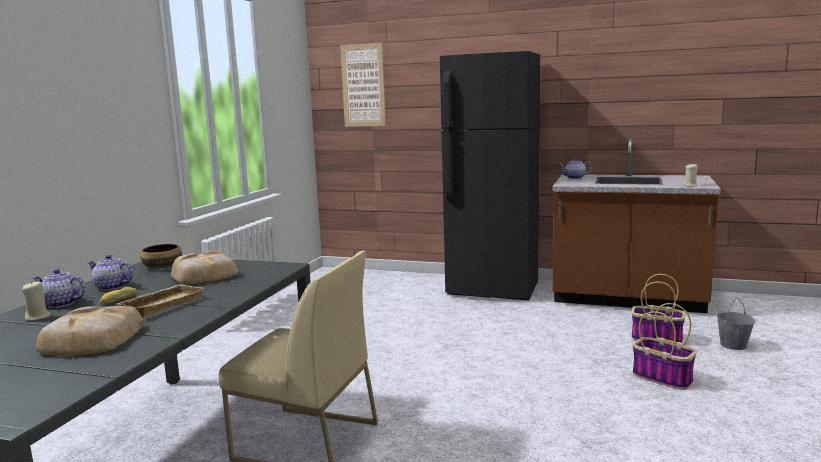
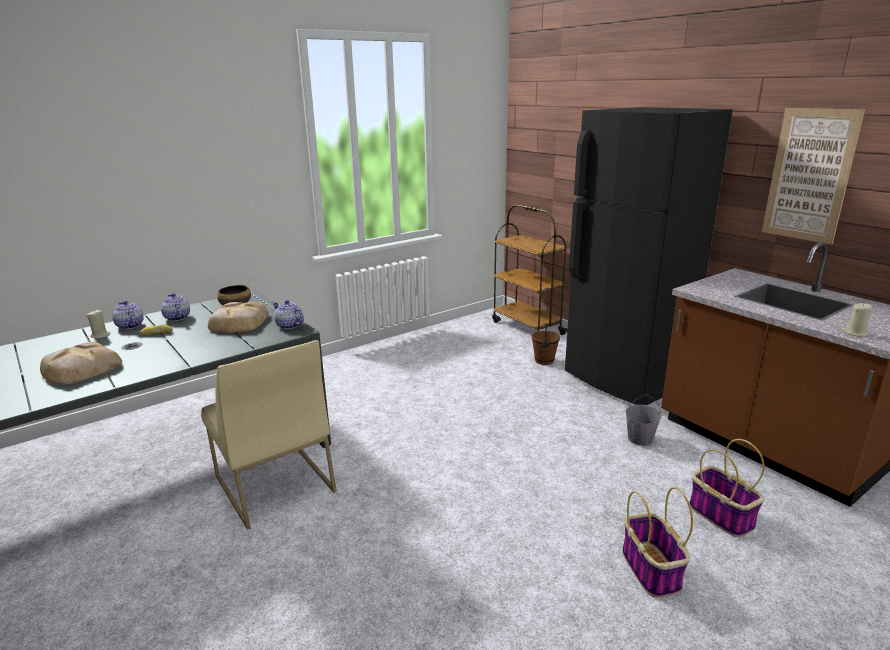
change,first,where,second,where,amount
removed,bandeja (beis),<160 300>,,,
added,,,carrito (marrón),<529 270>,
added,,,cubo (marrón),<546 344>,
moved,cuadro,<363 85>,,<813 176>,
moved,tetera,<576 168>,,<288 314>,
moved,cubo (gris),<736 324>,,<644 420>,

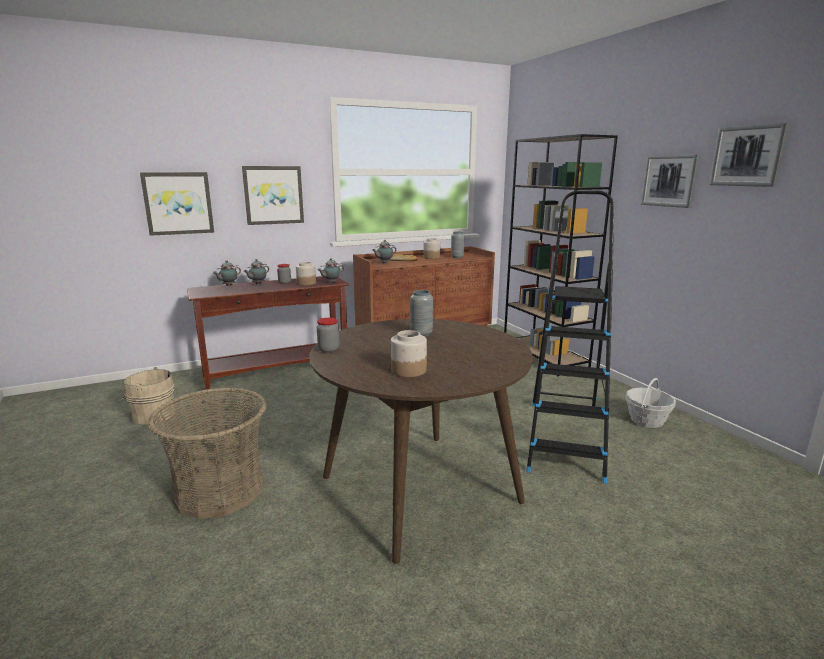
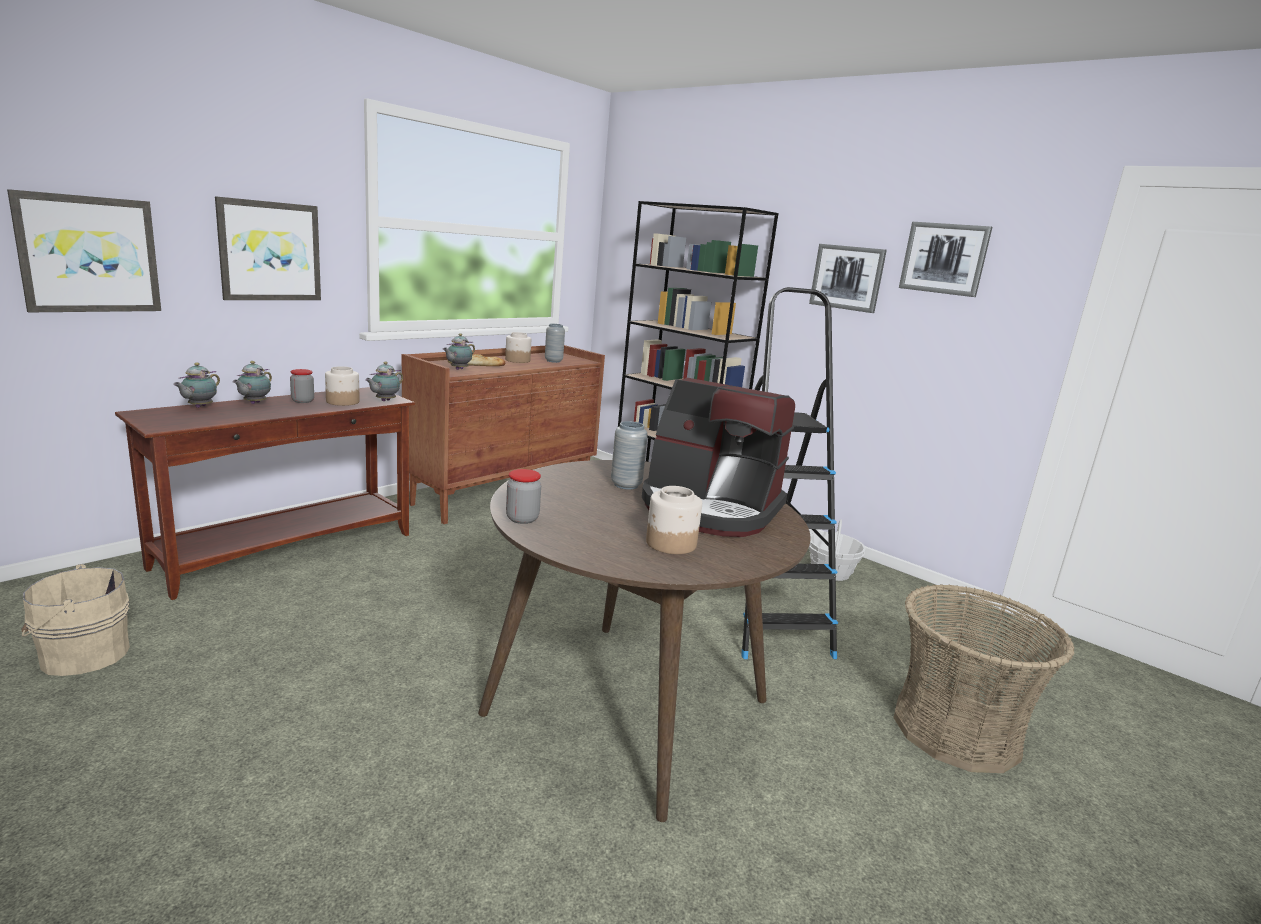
change,first,where,second,where,amount
added,,,cafetera,<718 457>,
moved,cesta,<207 453>,,<983 678>,

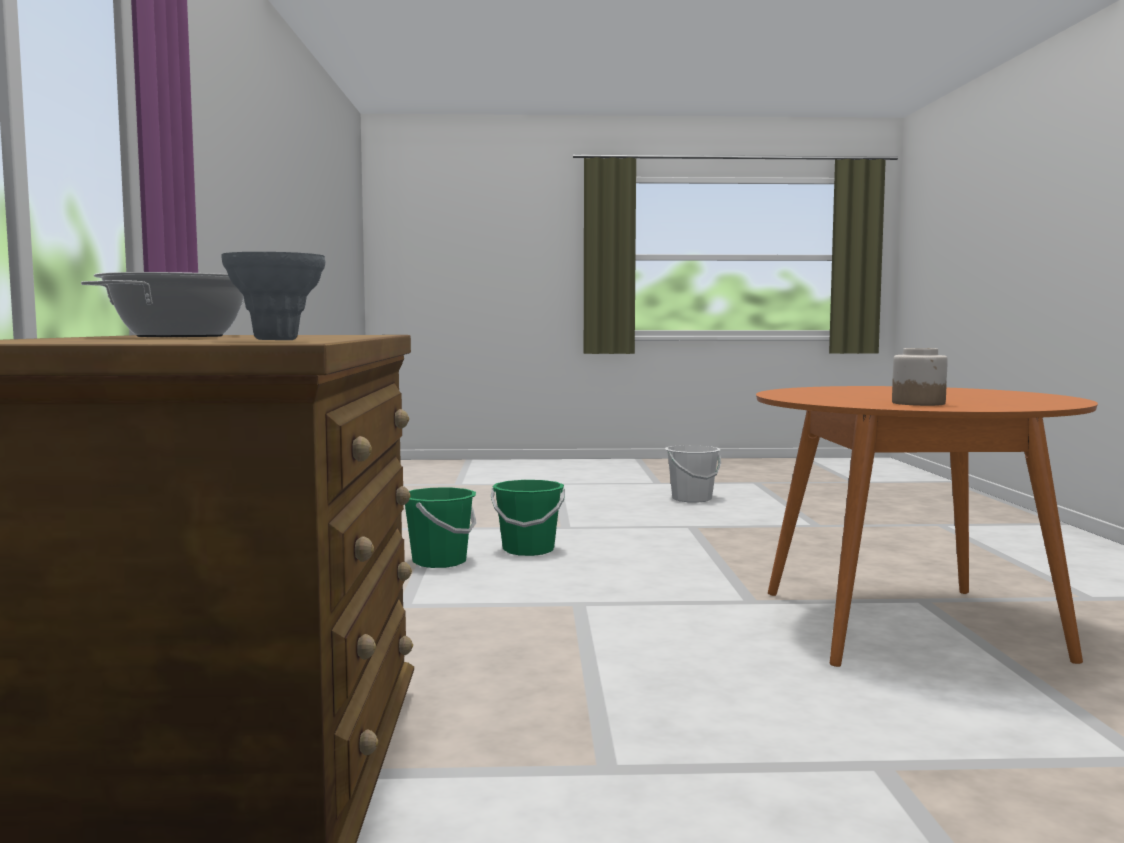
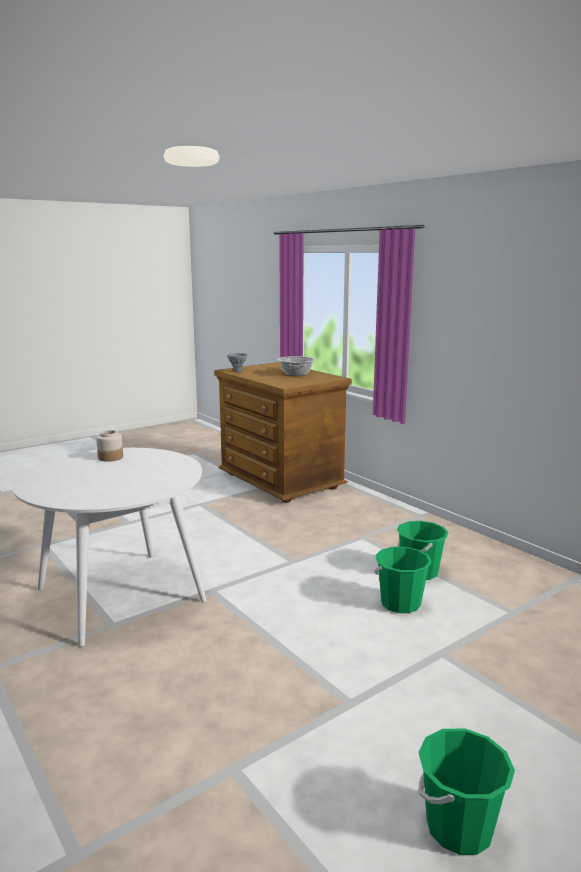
change,first,where,second,where,amount
recoloured,cubo (blanco),<693 474>,cubo (verde),<466 792>,
recoloured,mesa de comedor (naranja),<927 526>,mesa de comedor (blanco),<109 547>,

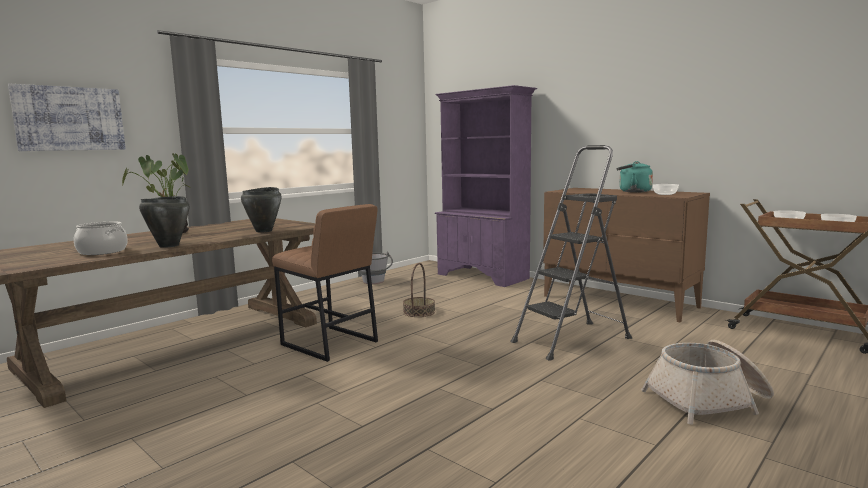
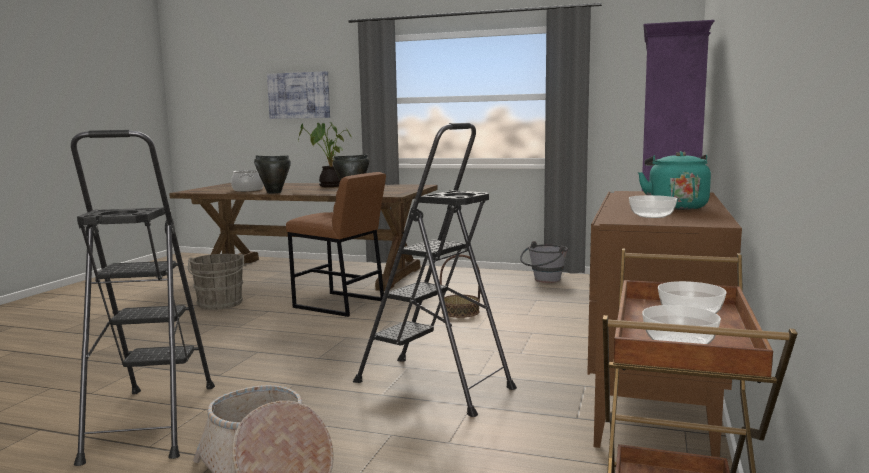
change,first,where,second,where,amount
added,,,escalera de tijera,<143 298>,
added,,,cubo (gris),<216 282>,
turned,silla (marrón),<325 283>,,<336 244>,75 degrees counterclockwise

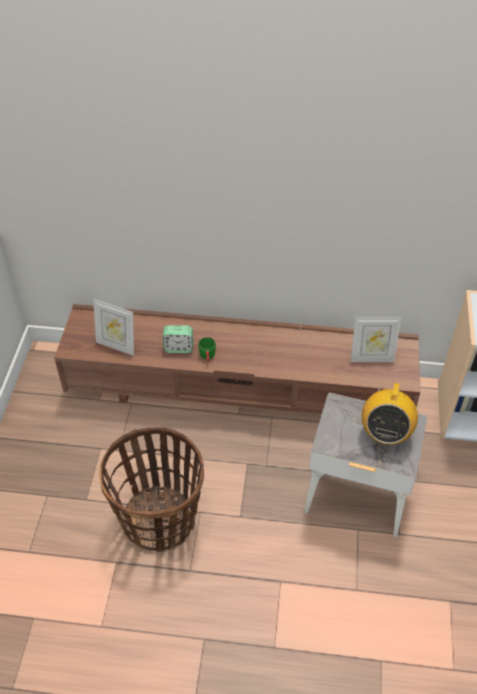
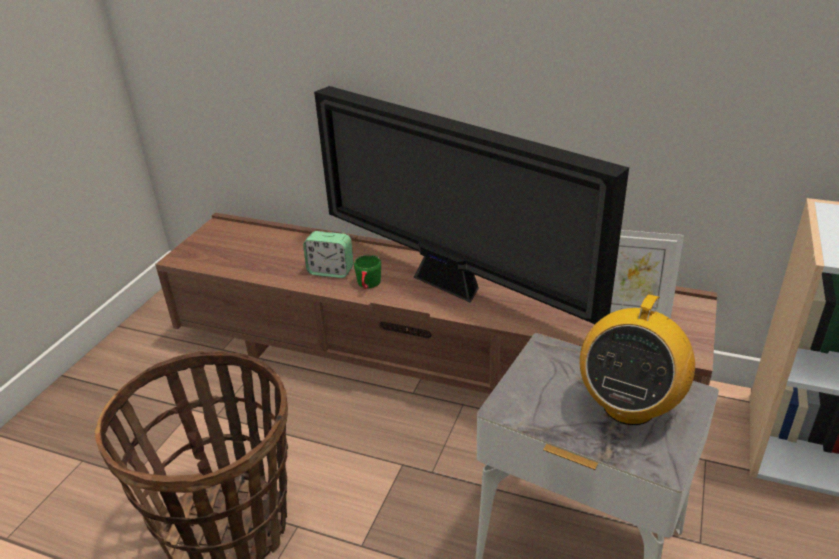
change,first,where,second,where,amount
removed,portarretratos,<113 327>,,,
added,,,televisor,<471 205>,

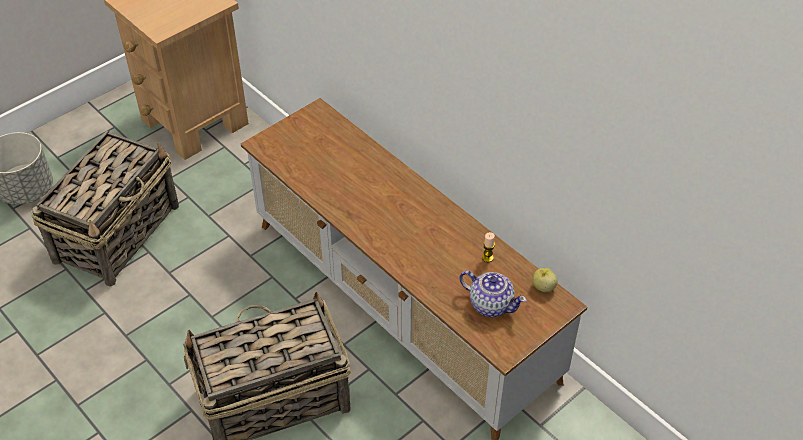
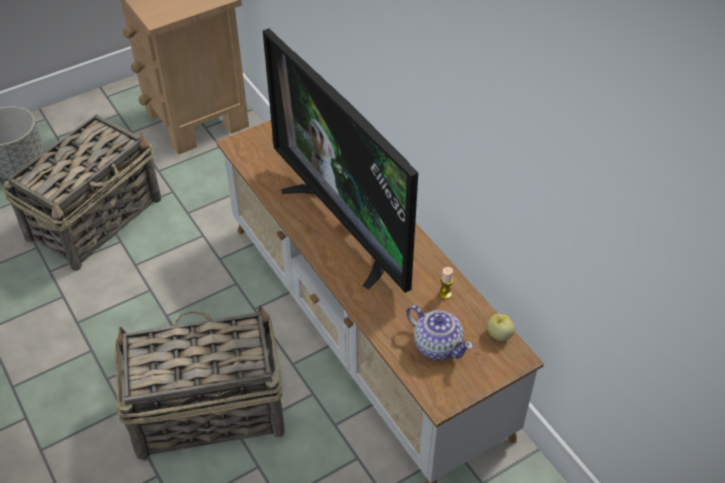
change,first,where,second,where,amount
added,,,televisor,<340 160>,

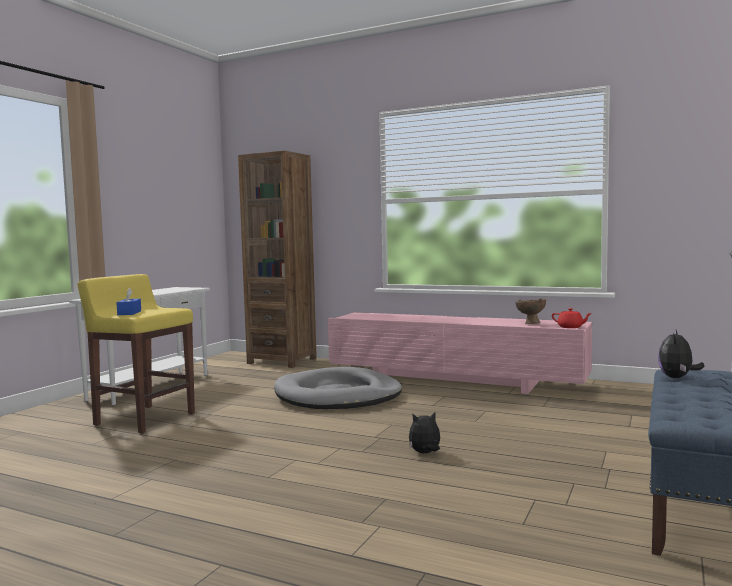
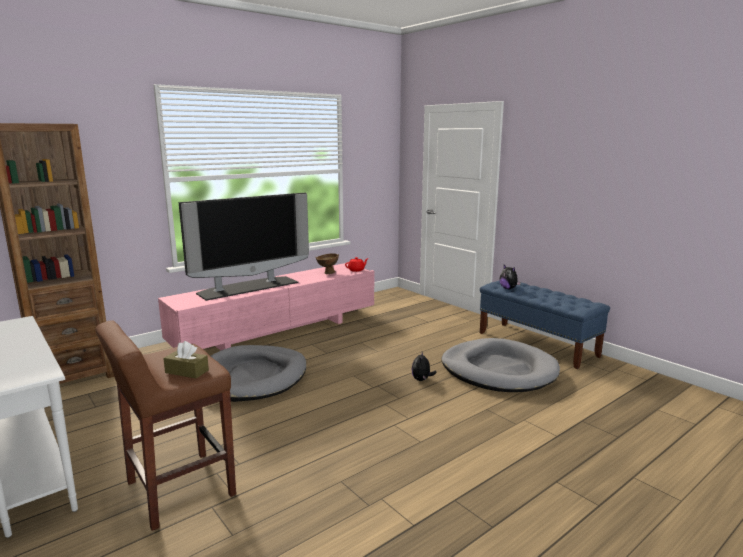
change,first,where,second,where,amount
added,,,televisor,<243 247>,
added,,,cama para perro (gris),<500 365>,
recoloured,taburete (amarillo),<136 354>,taburete (marrón),<166 425>,
recoloured,caja de pañuelos (azul),<128 301>,caja de pañuelos (marrón),<186 360>,

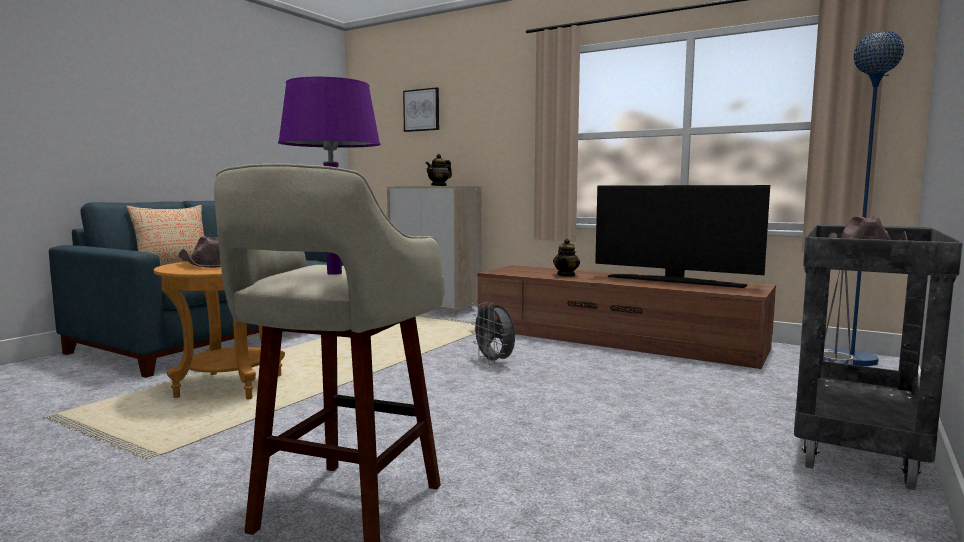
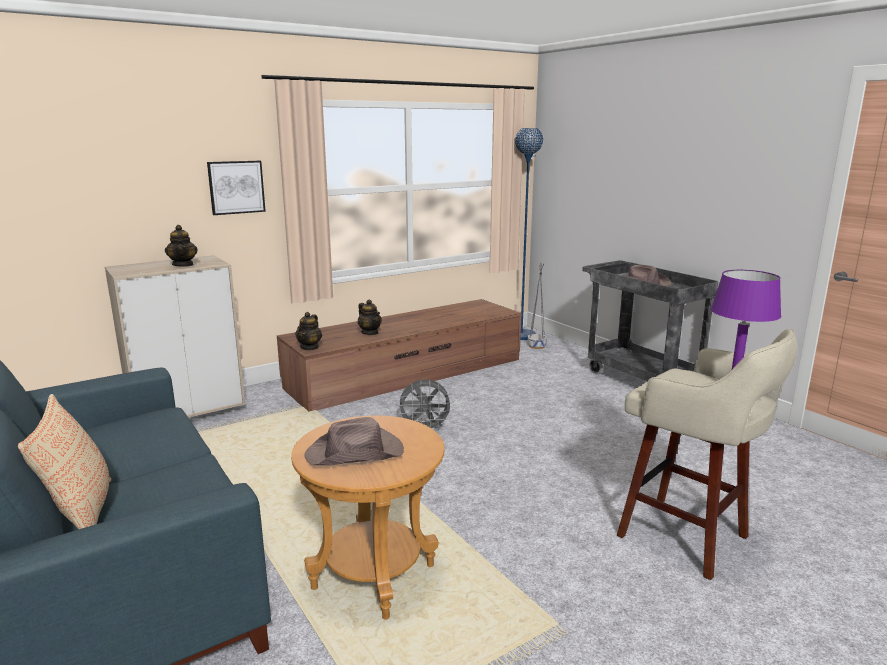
change,first,where,second,where,amount
removed,televisor,<682 236>,,,
added,,,tetera,<308 331>,
moved,cuadro,<421 109>,,<236 188>,

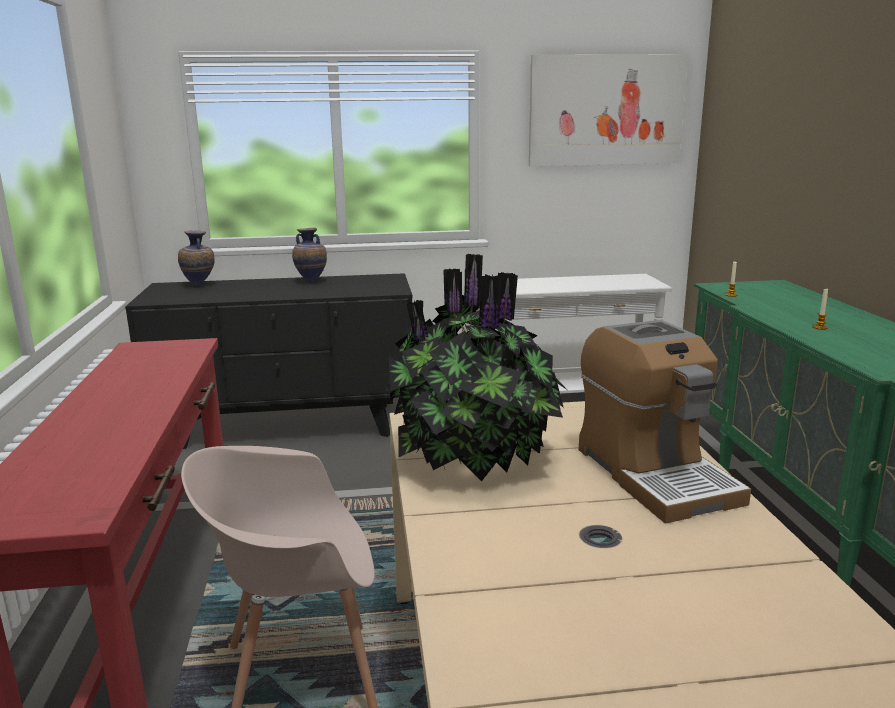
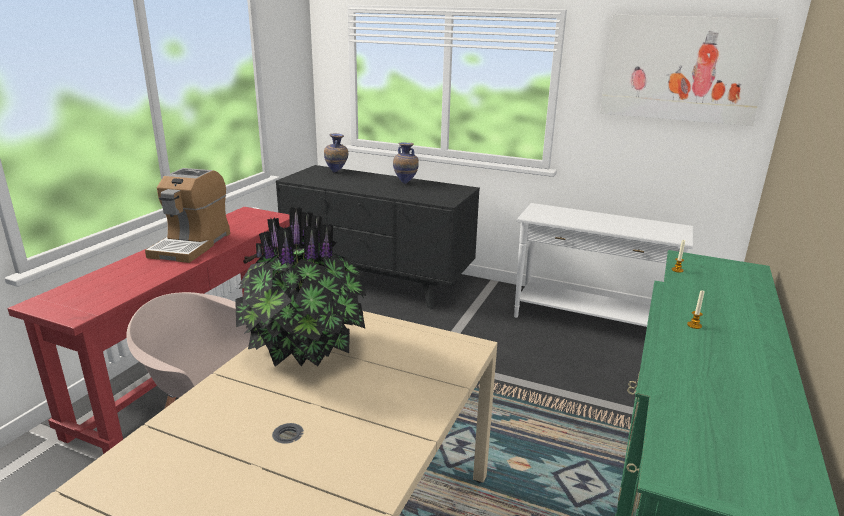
change,first,where,second,where,amount
moved,cafetera,<665 421>,,<187 215>,

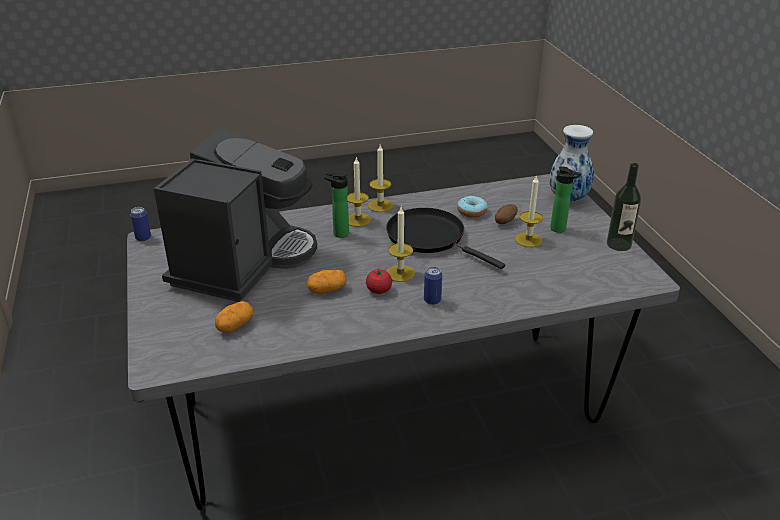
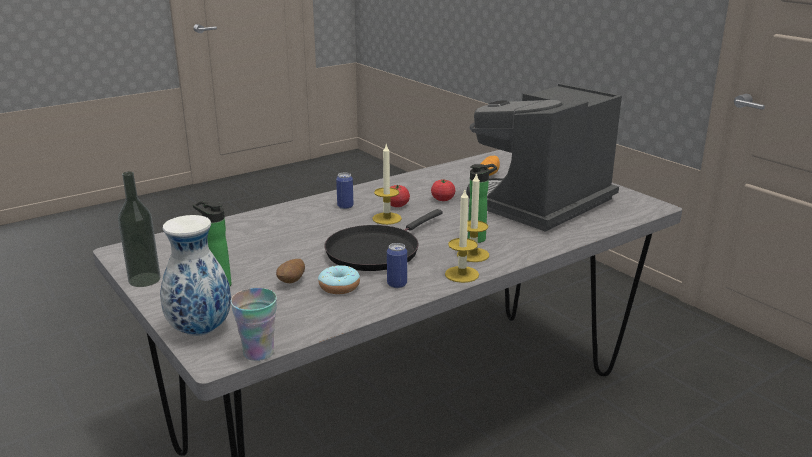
change,first,where,second,where,amount
removed,vela,<529 211>,,,
added,,,taza,<254 324>,
moved,lata,<140 224>,,<397 265>,
replaced,patata,<326 282>,tomate,<443 190>,
turned,cafetera,<235 215>,,<544 157>,45 degrees clockwise
turned,sartén (negro),<445 238>,,<383 240>,105 degrees clockwise

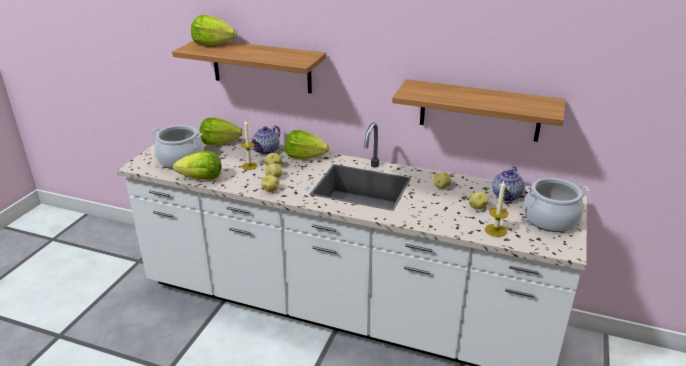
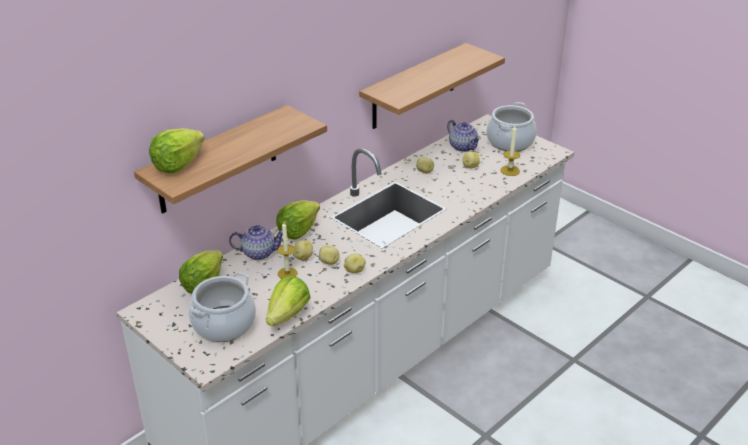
change,first,where,second,where,amount
turned,tetera,<265 139>,,<256 242>,60 degrees counterclockwise

